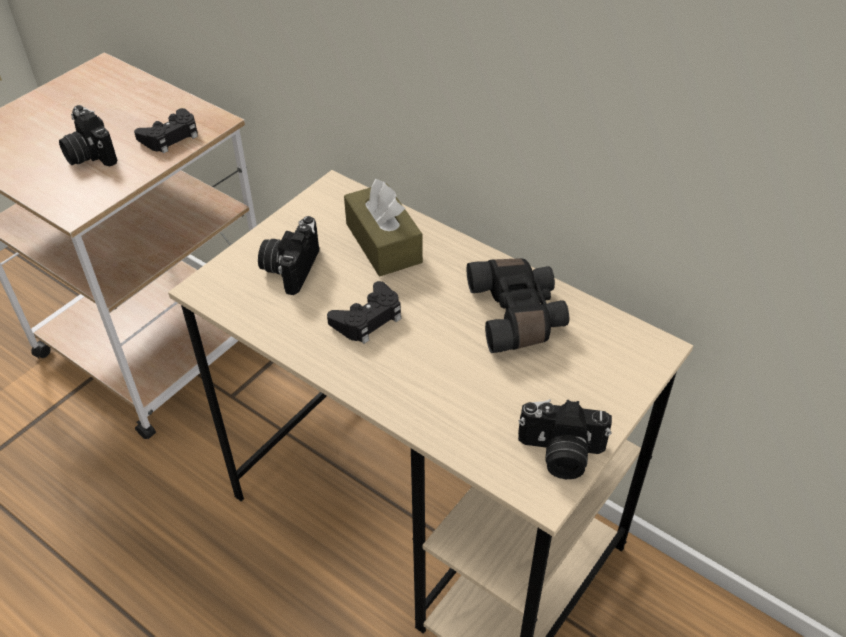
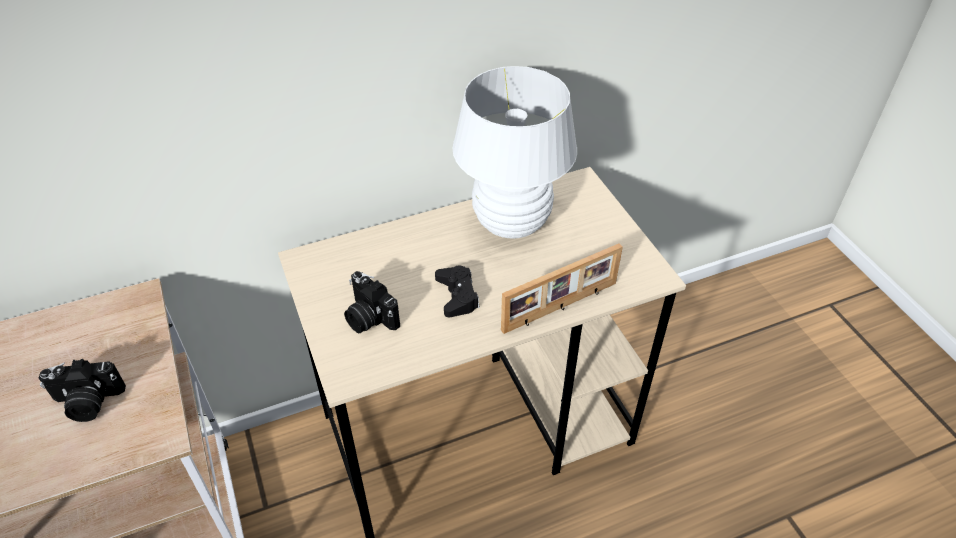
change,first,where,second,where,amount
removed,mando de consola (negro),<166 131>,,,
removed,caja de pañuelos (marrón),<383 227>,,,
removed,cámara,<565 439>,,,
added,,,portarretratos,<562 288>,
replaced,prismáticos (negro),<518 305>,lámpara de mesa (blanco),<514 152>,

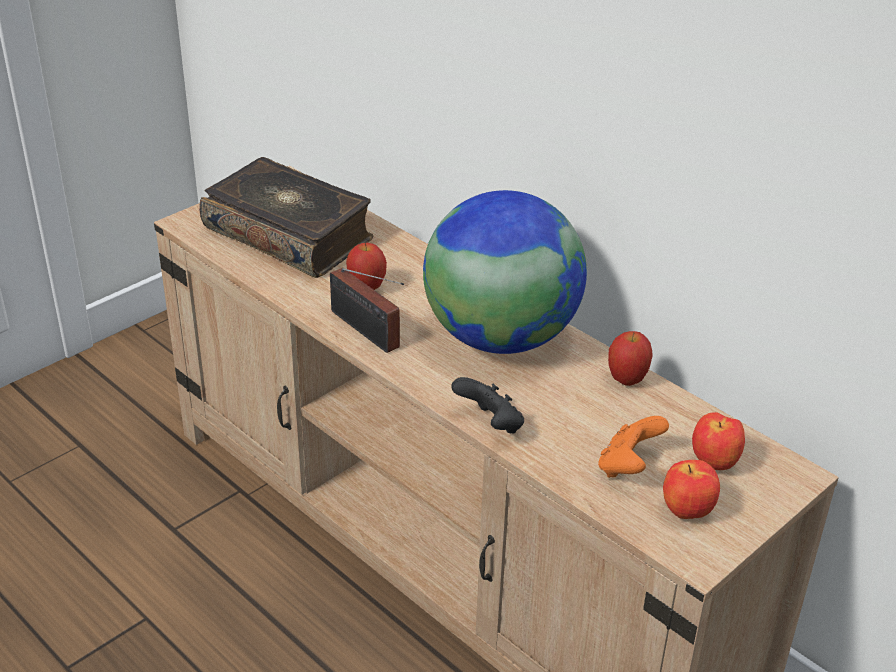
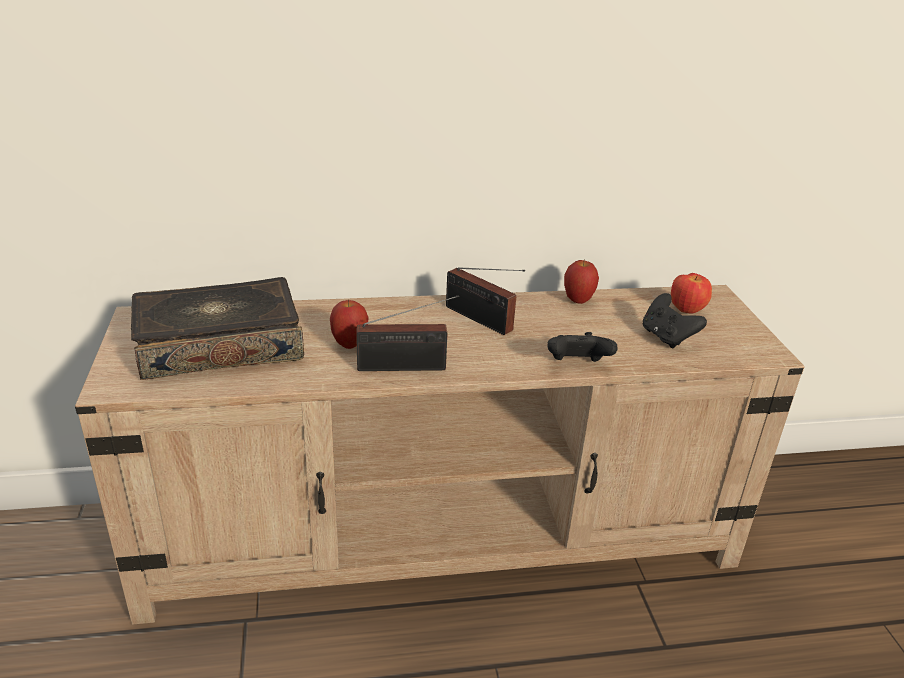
change,first,where,second,where,amount
removed,manzana,<691 489>,,,
replaced,globo terráqueo,<505 272>,radio,<485 301>,
recoloured,mando de consola (naranja),<633 447>,mando de consola (negro),<675 320>,

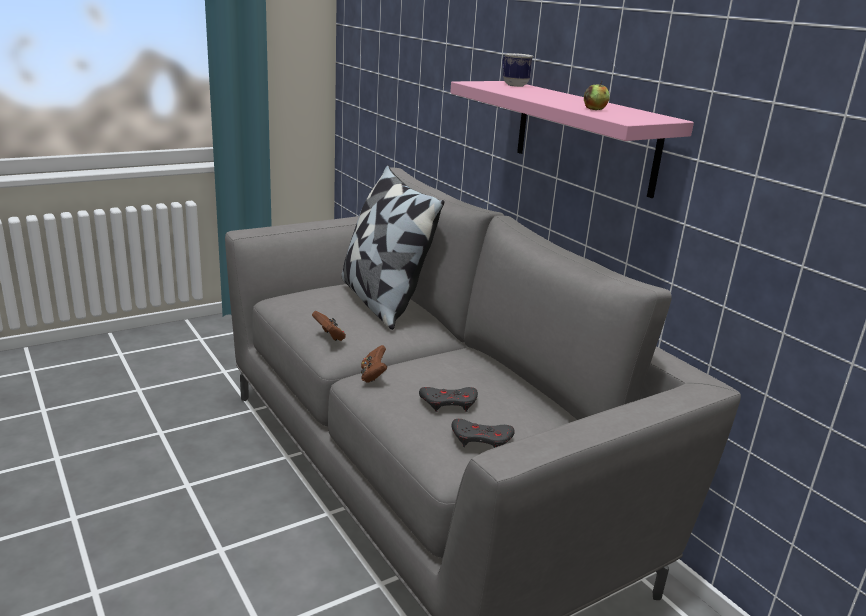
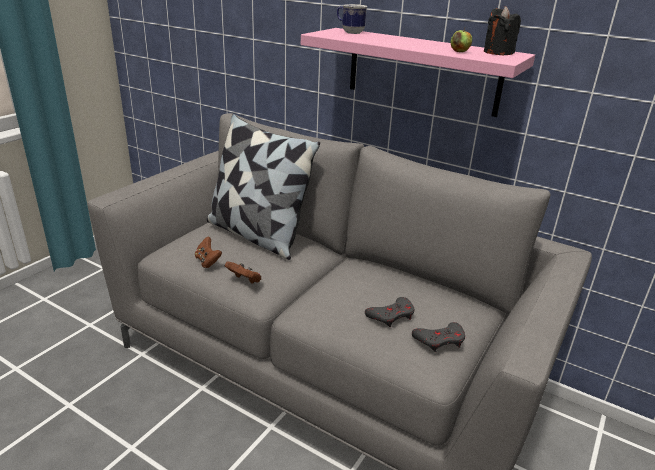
change,first,where,second,where,amount
added,,,vela (negro),<502 30>,
moved,mando de consola (marrón),<374 363>,,<208 252>,

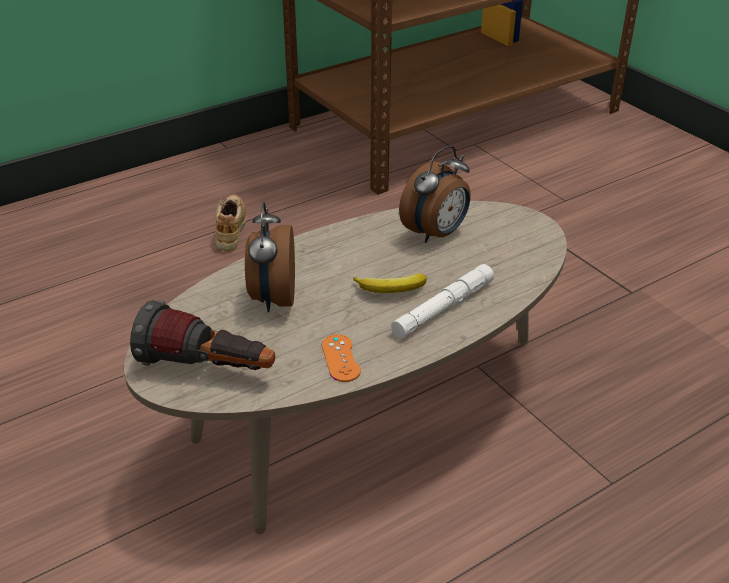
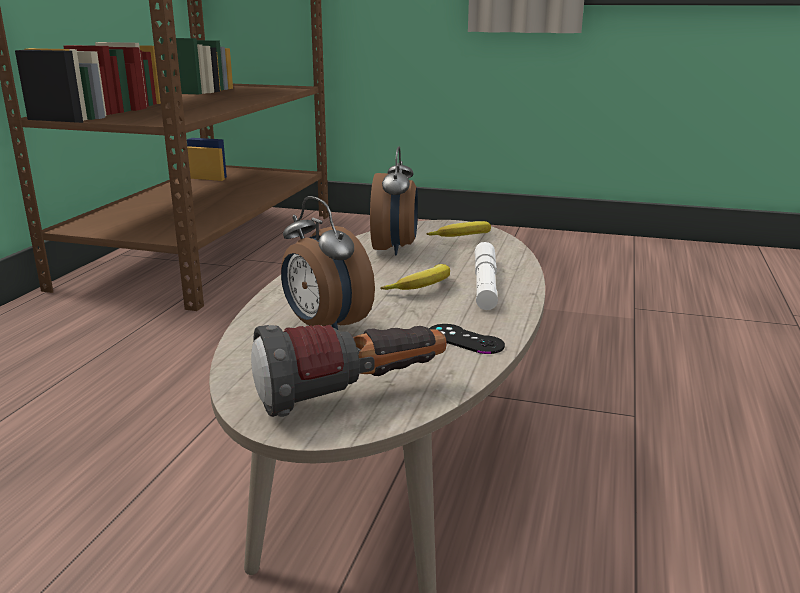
change,first,where,second,where,amount
removed,zapato (beis),<231 223>,,,
added,,,plátano,<458 229>,
recoloured,mando de consola (naranja),<341 358>,mando de consola (negro),<467 339>,

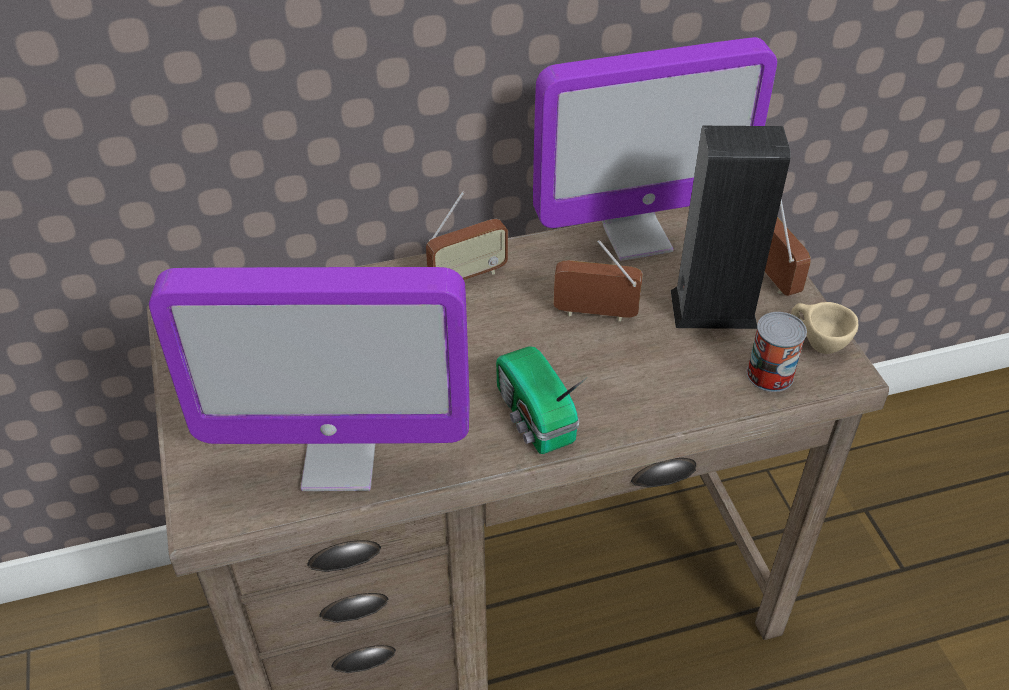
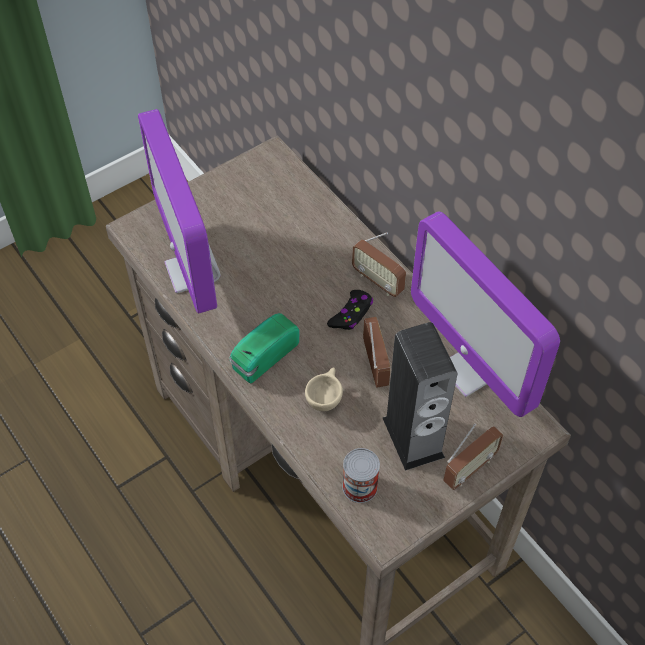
change,first,where,second,where,amount
added,,,mando de consola (negro),<350 310>,
moved,taza (beis),<824 328>,,<324 389>,

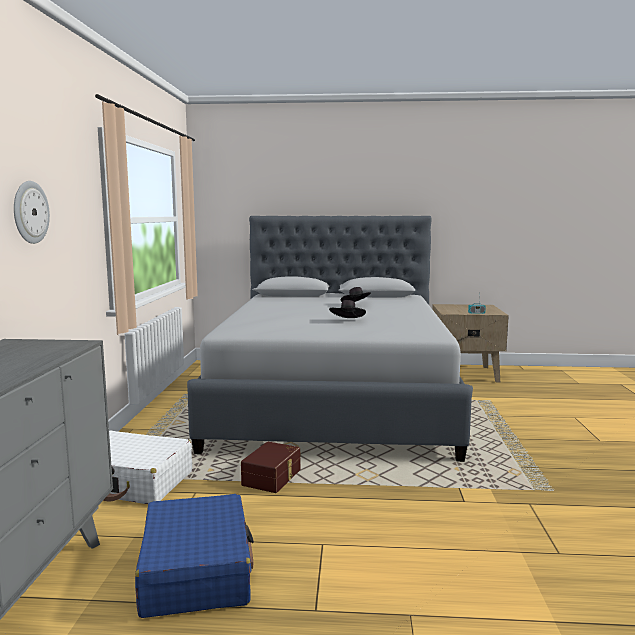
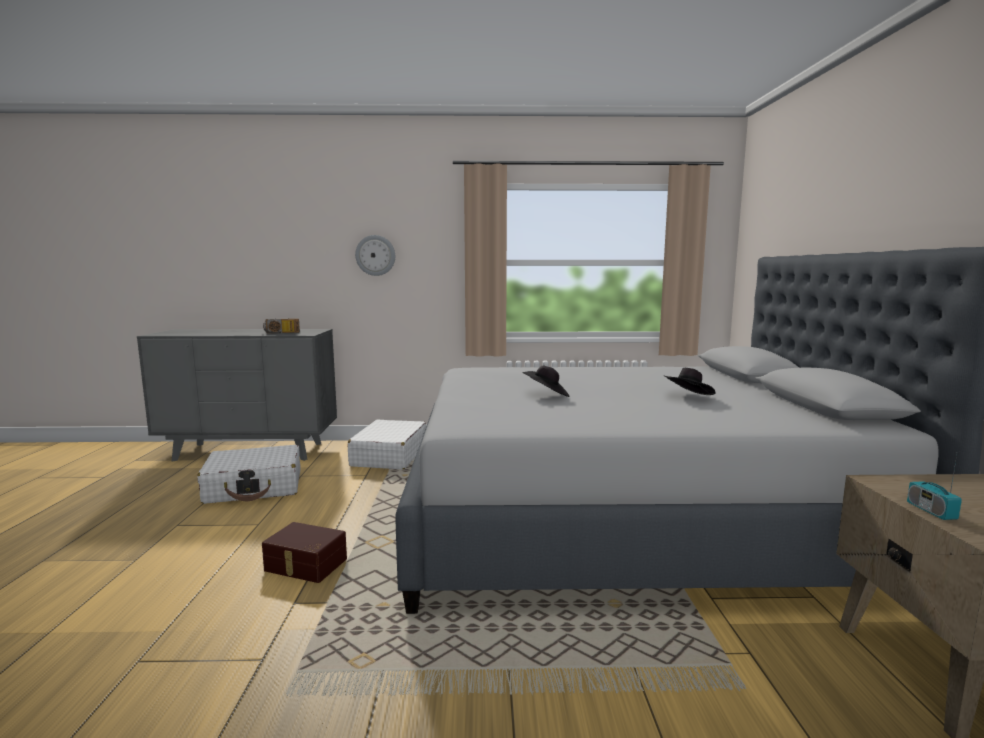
change,first,where,second,where,amount
added,,,radio,<281 326>,
moved,caja de almacenaje (marrón),<270 467>,,<304 552>,
recoloured,maleta (azul),<194 556>,maleta (blanco),<248 474>,

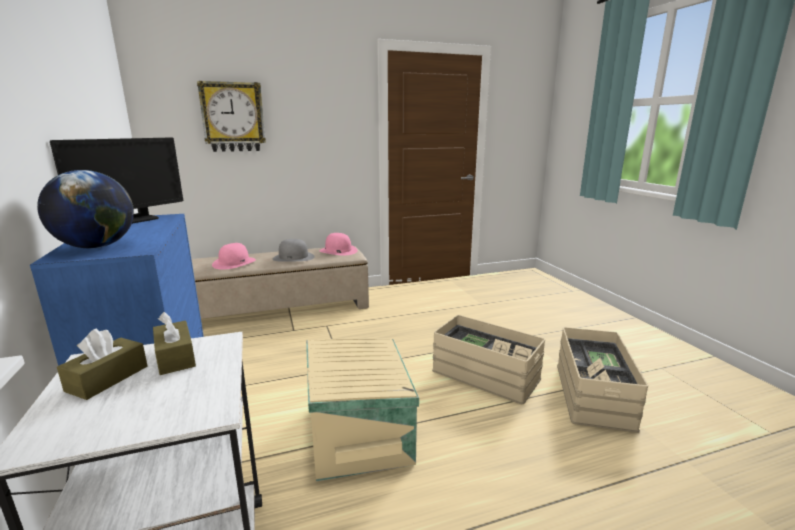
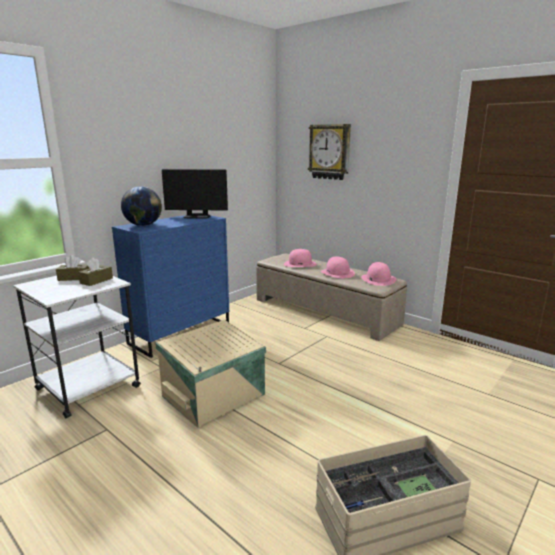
change,first,where,second,where,amount
removed,caja de almacenaje (beis),<488 359>,,,
recoloured,sombrero (gris),<294 250>,sombrero (rosa),<338 267>,

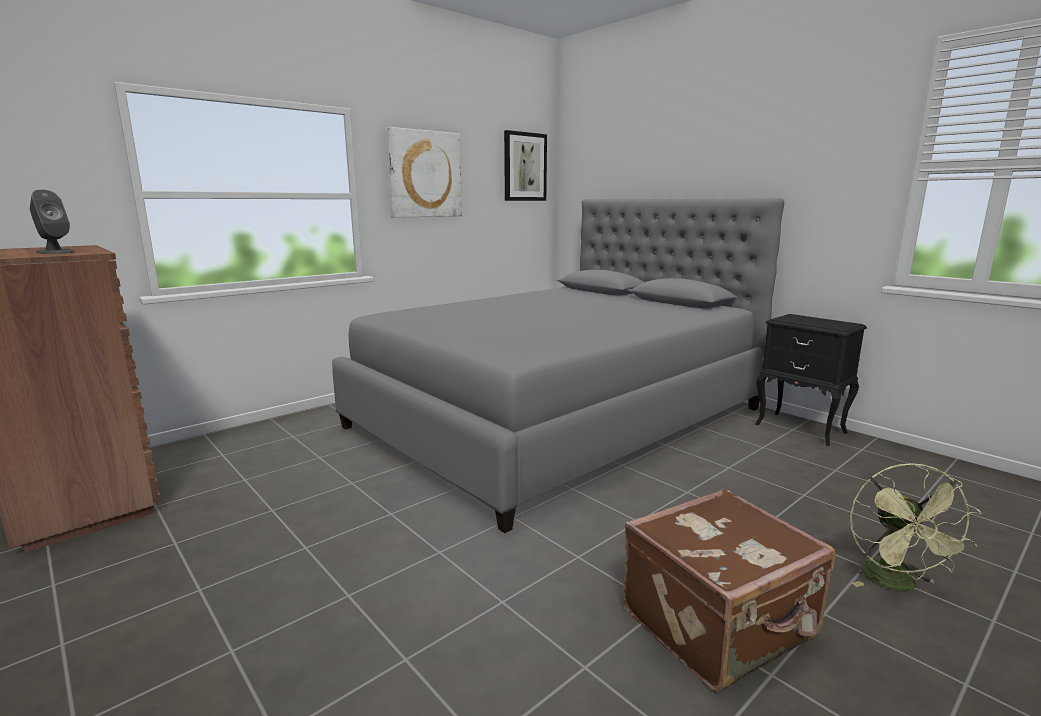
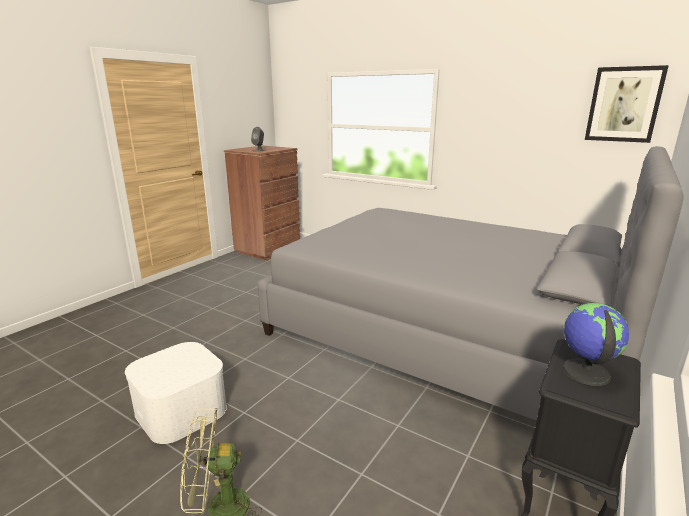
change,first,where,second,where,amount
removed,cuadro,<424 172>,,,
added,,,globo terráqueo,<595 344>,
replaced,maleta (marrón),<729 590>,caja de almacenaje (blanco),<176 393>,

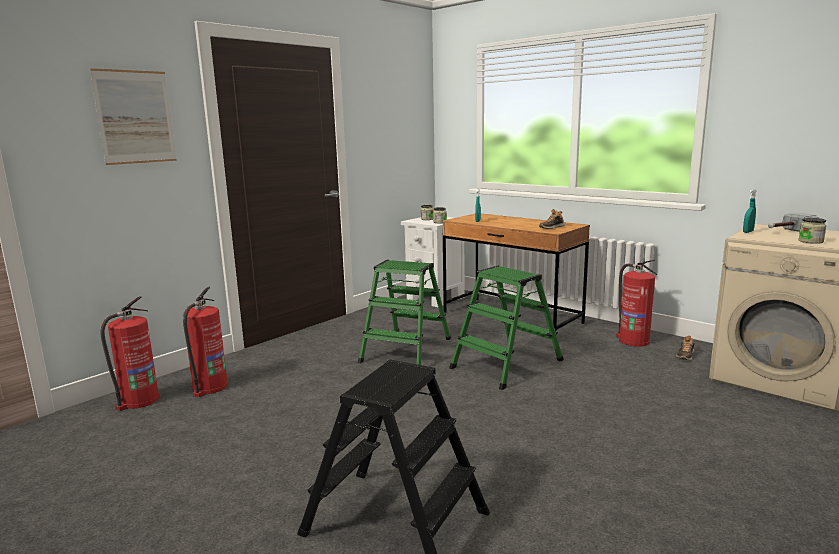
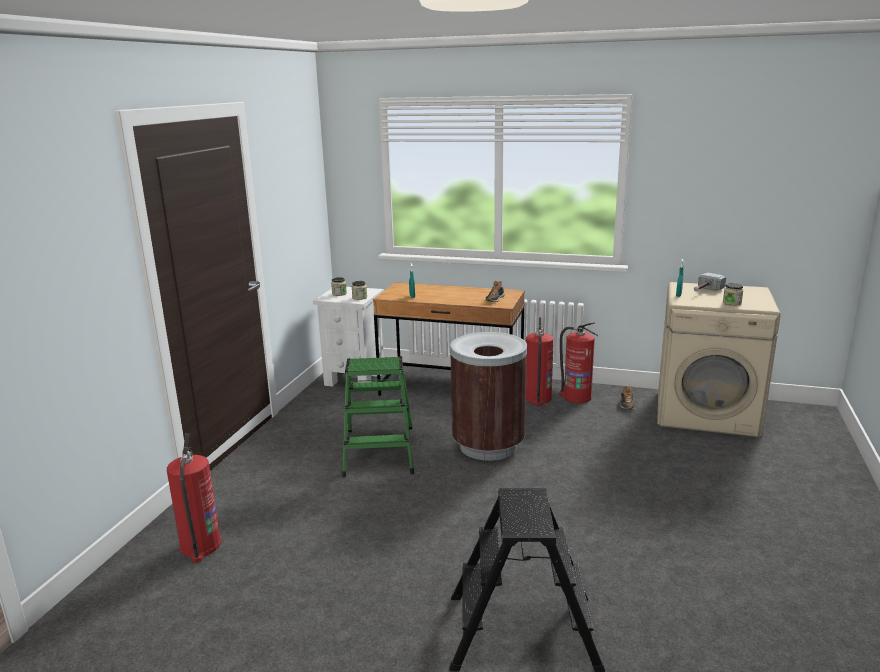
change,first,where,second,where,amount
removed,cuadro,<133 116>,,,
moved,extintor,<129 353>,,<540 361>,
replaced,escalera de tijera (verde),<506 328>,papelera (marrón),<488 396>,

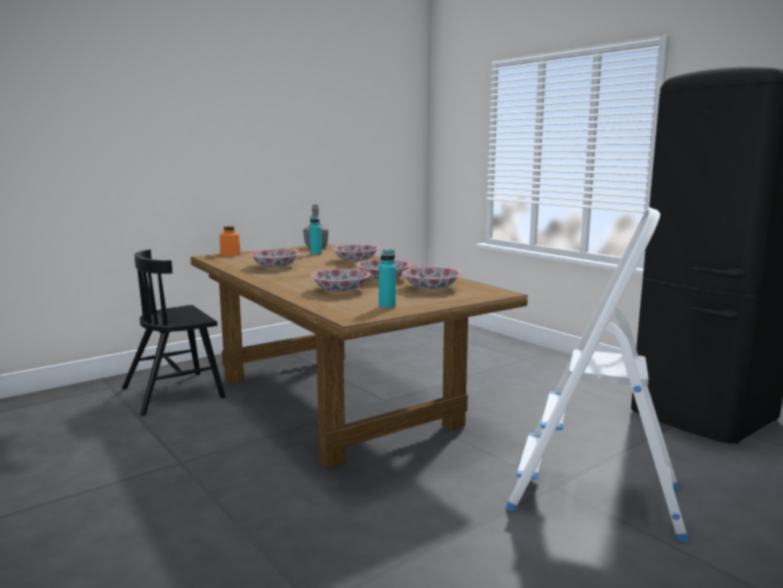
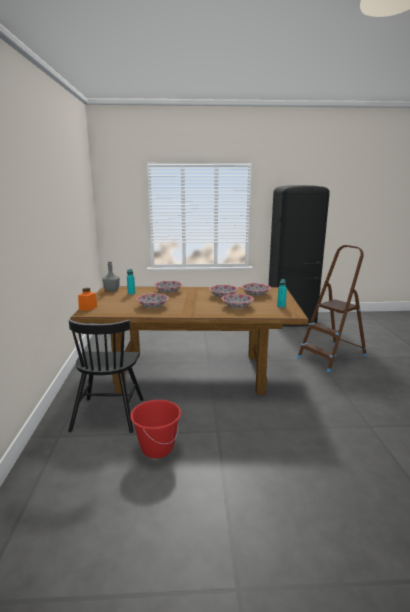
change,first,where,second,where,amount
added,,,cubo (rojo),<155 429>,
recoloured,escalera de tijera (blanco),<597 375>,escalera de tijera (marrón),<332 308>,

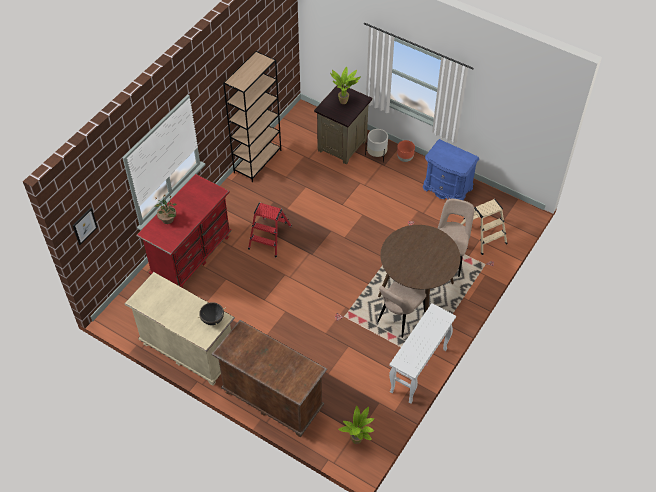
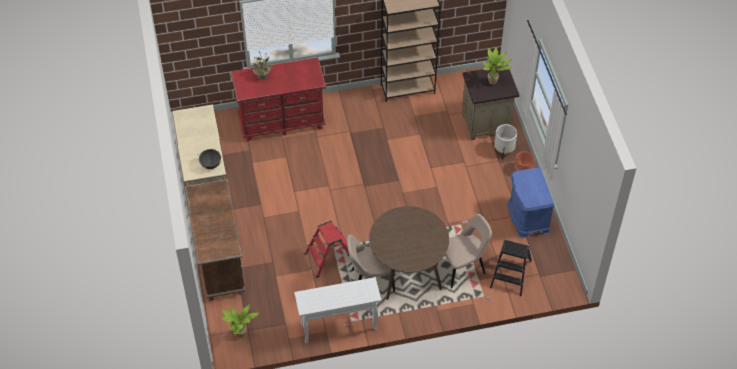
change,first,where,second,where,amount
removed,cuadro,<85 226>,,,
moved,escalera de tijera (rojo),<270 230>,,<326 249>,
recoloured,escalera de tijera (beis),<484 227>,escalera de tijera (negro),<511 267>,

